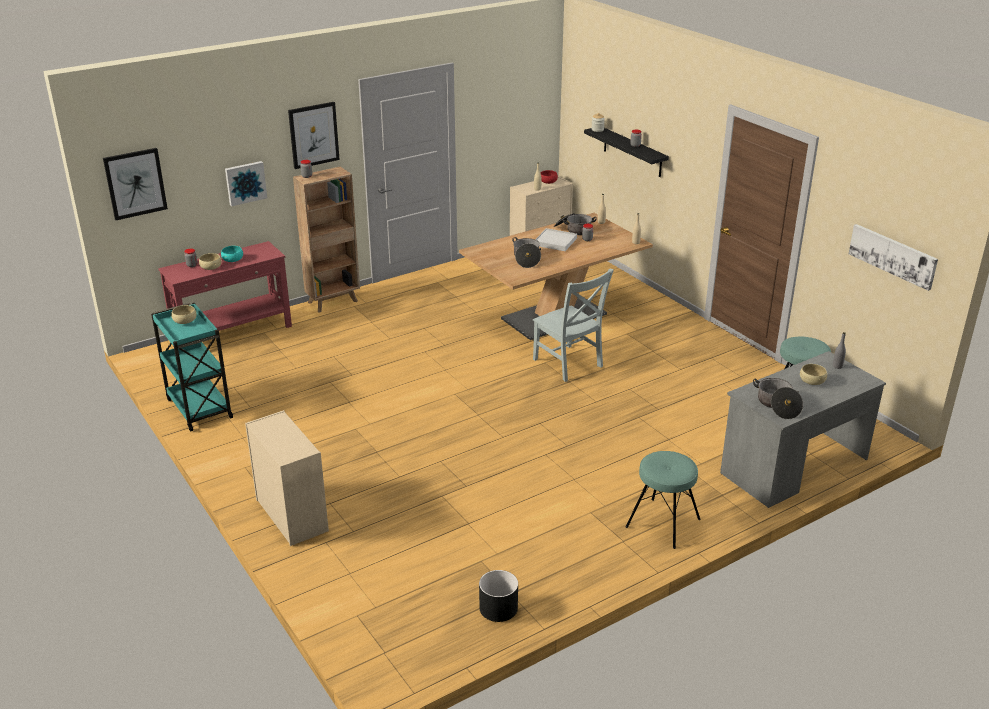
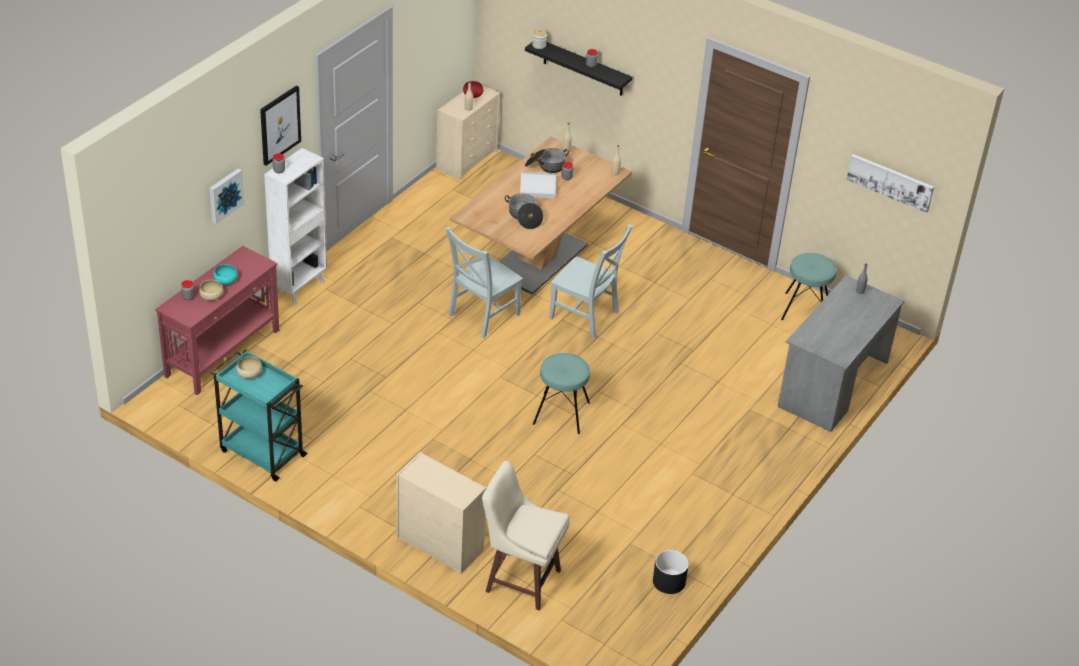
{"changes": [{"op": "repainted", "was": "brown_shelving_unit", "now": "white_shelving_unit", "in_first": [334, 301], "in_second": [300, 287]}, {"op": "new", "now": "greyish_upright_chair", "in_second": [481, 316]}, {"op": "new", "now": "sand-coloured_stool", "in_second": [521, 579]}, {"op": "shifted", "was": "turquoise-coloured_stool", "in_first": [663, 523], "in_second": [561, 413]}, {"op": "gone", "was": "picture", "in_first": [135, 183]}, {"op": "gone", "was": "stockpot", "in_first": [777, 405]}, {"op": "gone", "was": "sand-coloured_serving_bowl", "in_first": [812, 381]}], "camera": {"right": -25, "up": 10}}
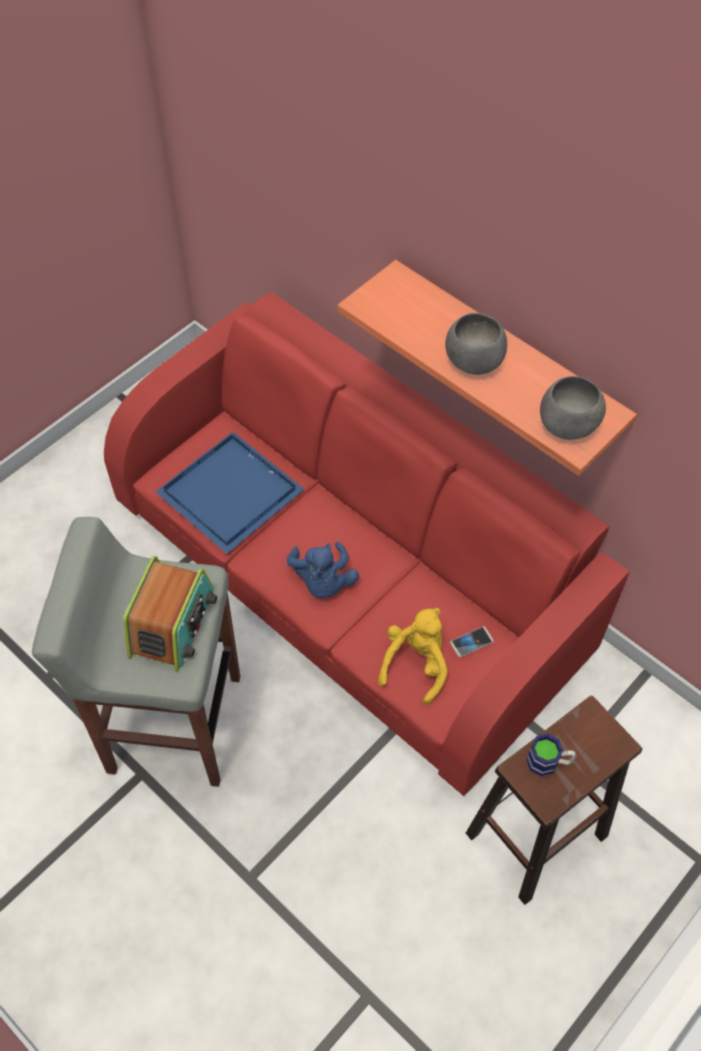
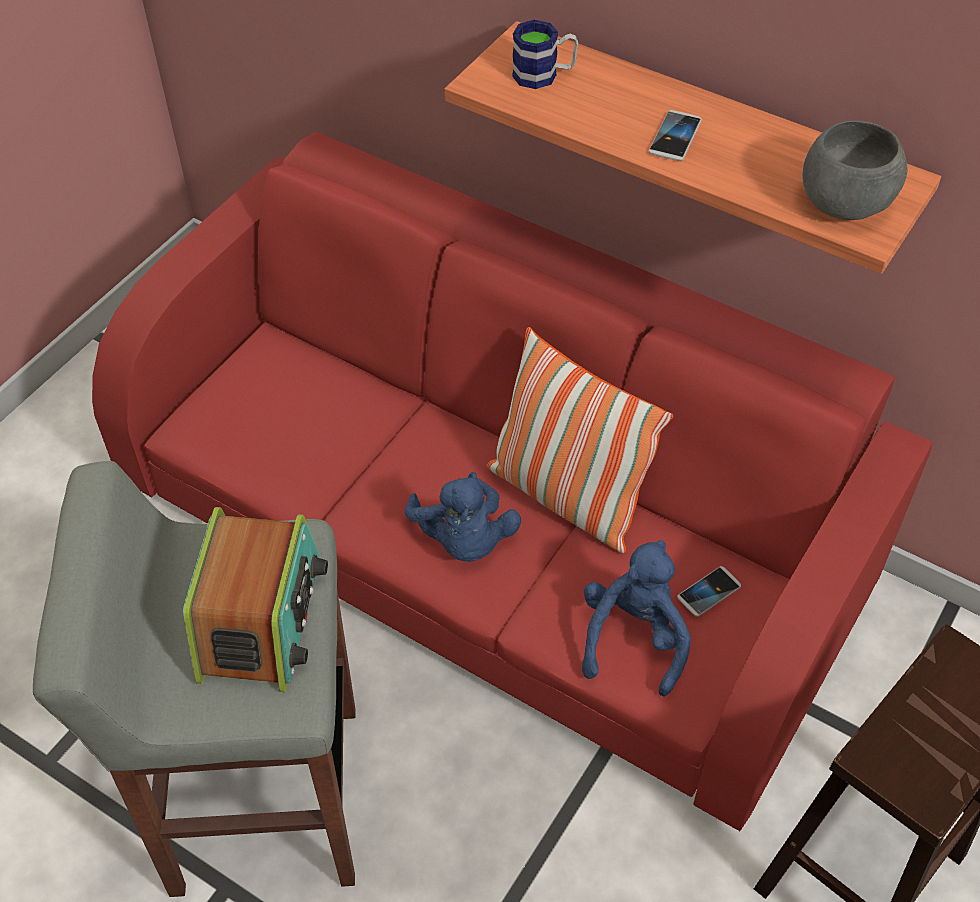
{"changes": [{"op": "new", "now": "pillow", "in_second": [567, 496]}, {"op": "shifted", "was": "mug", "in_first": [549, 762], "in_second": [544, 75]}, {"op": "repainted", "was": "yellow_plush_toy", "now": "blue-coloured_plush_toy", "in_first": [416, 664], "in_second": [634, 638]}, {"op": "swapped", "was": "greyish_serving_bowl", "now": "phone", "in_first": [474, 361], "in_second": [675, 137]}, {"op": "gone", "was": "blue-coloured_serving_tray", "in_first": [233, 493]}], "camera": {"right": -10, "up": -5}}
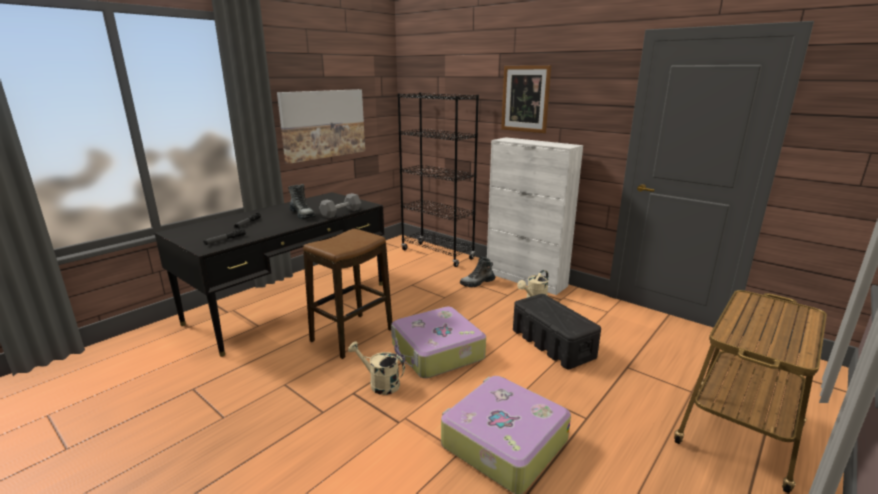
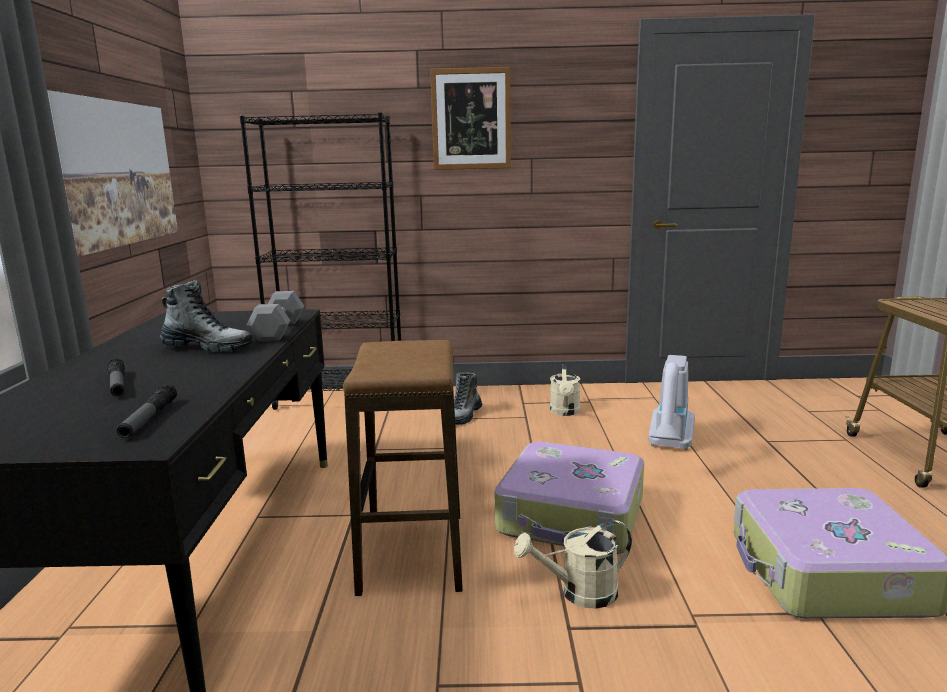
{"changes": [{"op": "swapped", "was": "black-coloured_storage_bin", "now": "vacuum_cleaner", "in_first": [553, 344], "in_second": [669, 448]}, {"op": "gone", "was": "white_cabinet", "in_first": [526, 279]}], "camera": {"right": -40, "up": -5}}
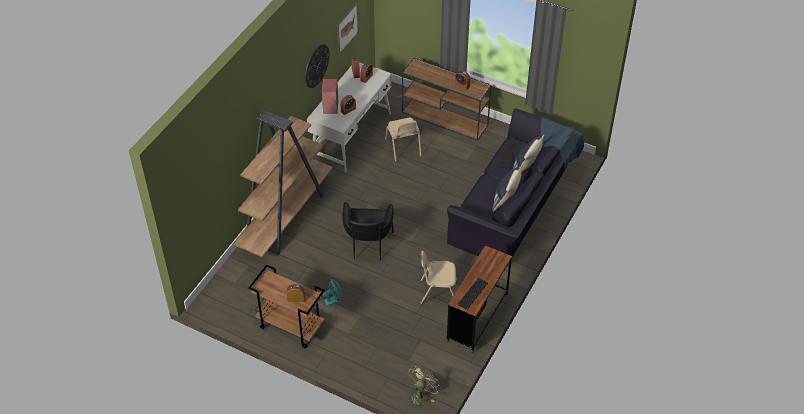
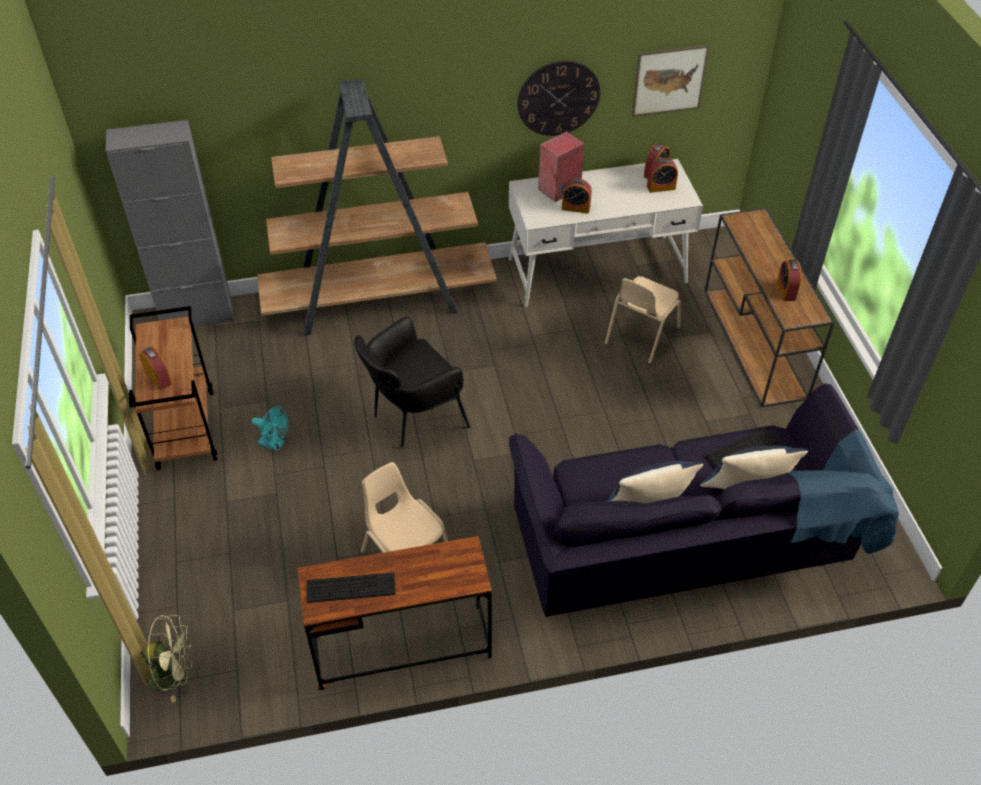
{"changes": [{"op": "new", "now": "greyish_cabinet", "in_second": [197, 316]}], "camera": {"right": 50, "up": 0}}
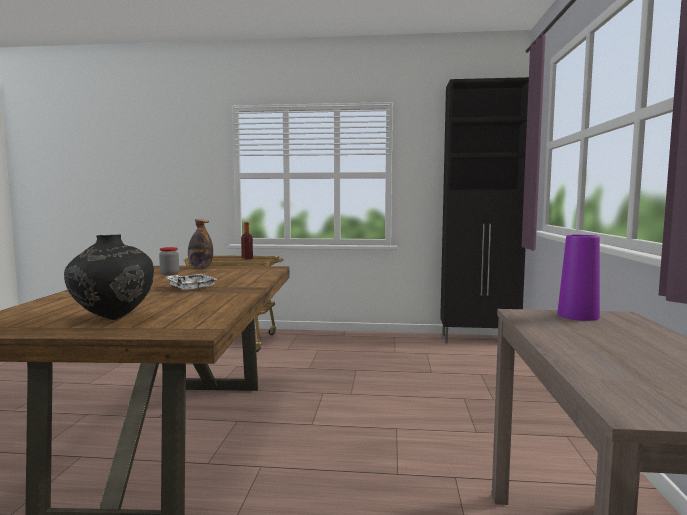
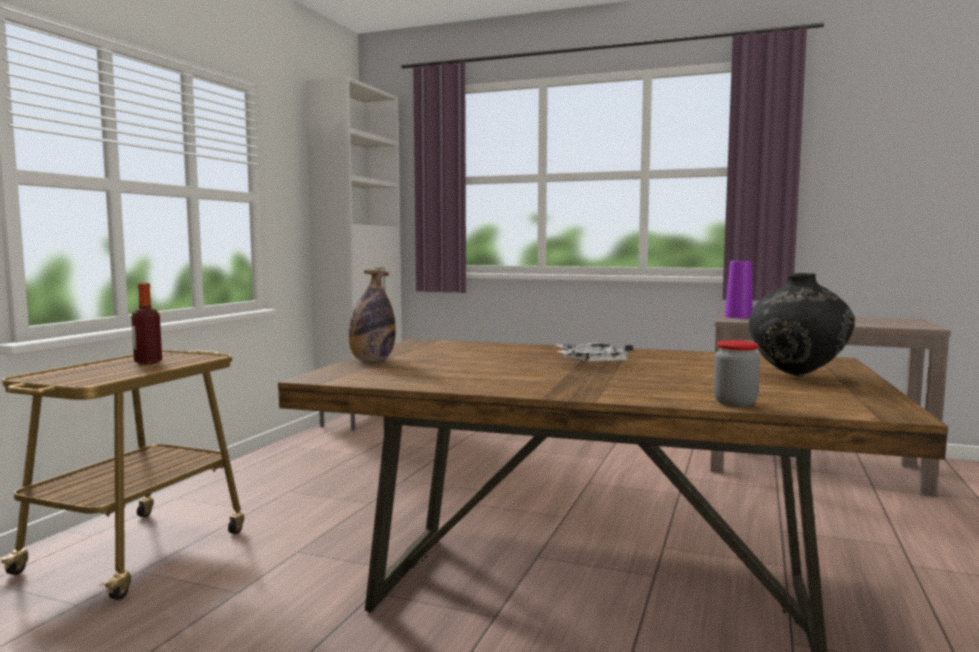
{"changes": [{"op": "repainted", "was": "black-coloured_cabinet", "now": "white_cabinet", "in_first": [480, 340], "in_second": [362, 417]}, {"op": "shifted", "was": "preserve_jar", "in_first": [169, 274], "in_second": [735, 403]}], "camera": {"right": -75, "up": 0}}
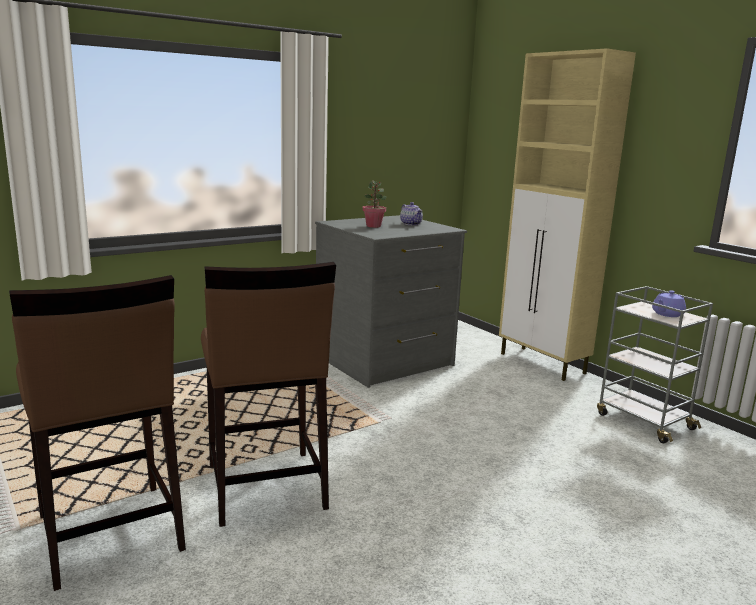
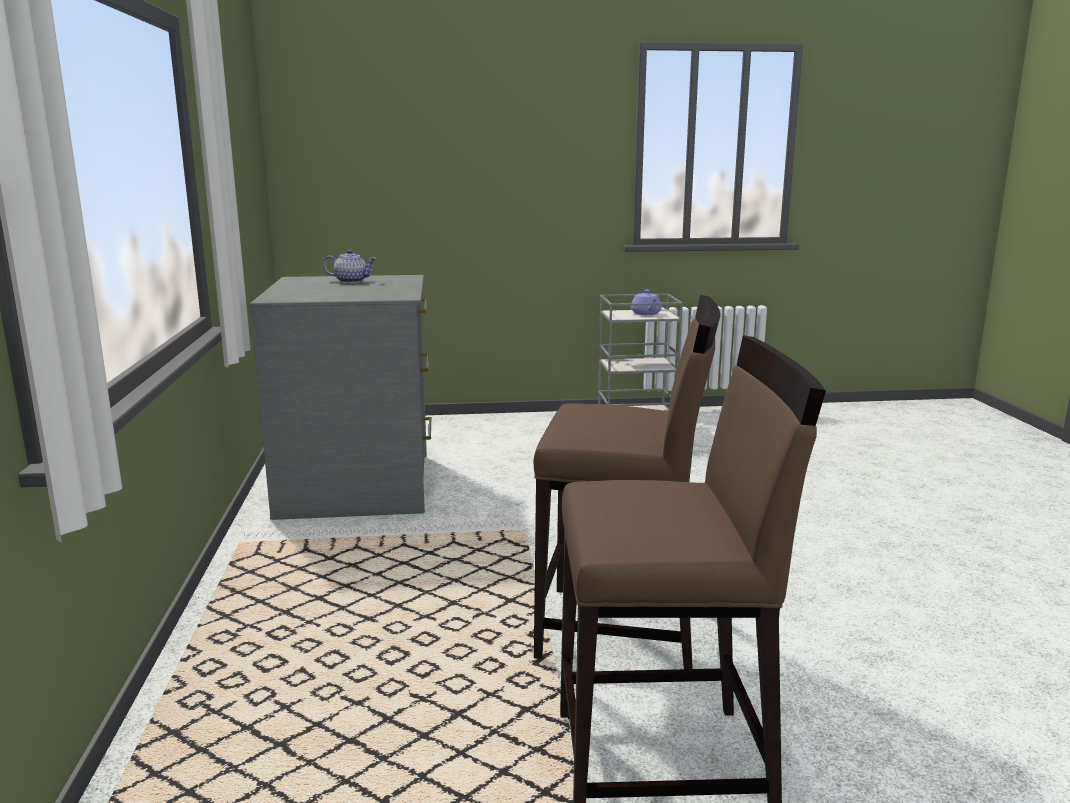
{"changes": [{"op": "gone", "was": "plant_in_a_pot", "in_first": [373, 226]}, {"op": "gone", "was": "sand-coloured_cabinet", "in_first": [543, 364]}], "camera": {"right": -60, "up": 0}}
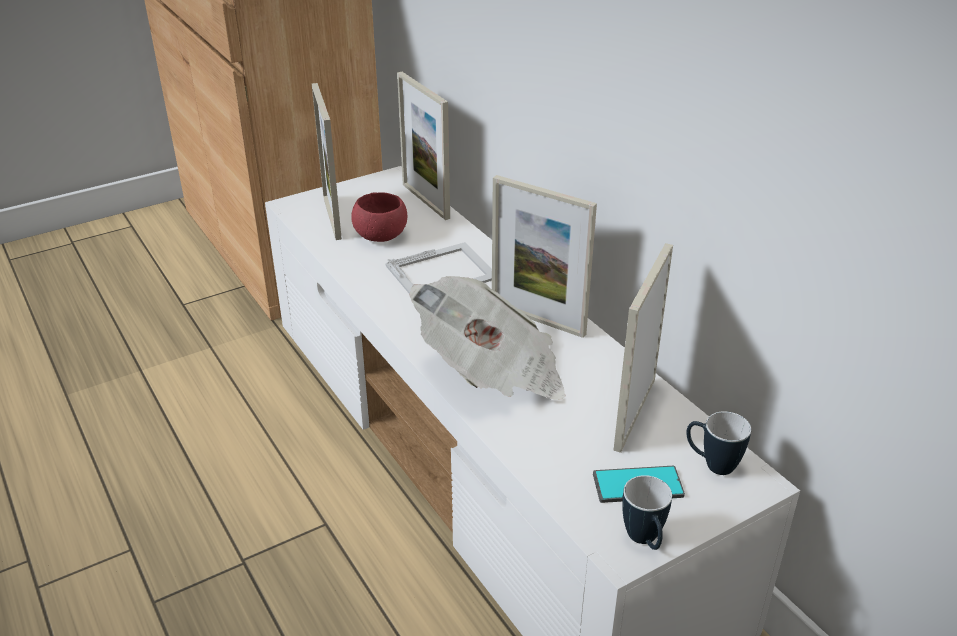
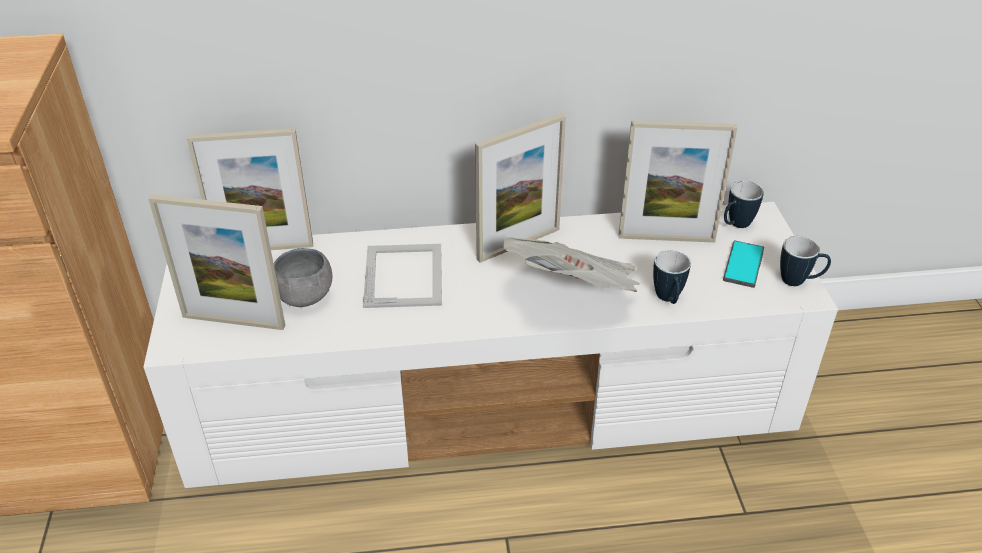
{"changes": [{"op": "repainted", "was": "red-coloured_serving_bowl", "now": "greyish_serving_bowl", "in_first": [381, 236], "in_second": [305, 296]}, {"op": "rotated", "was": "picture_frame", "in_first": [634, 414], "in_second": [666, 238], "clockwise": -45}, {"op": "new", "now": "mug", "in_second": [668, 300]}], "camera": {"right": -65, "up": 5}}
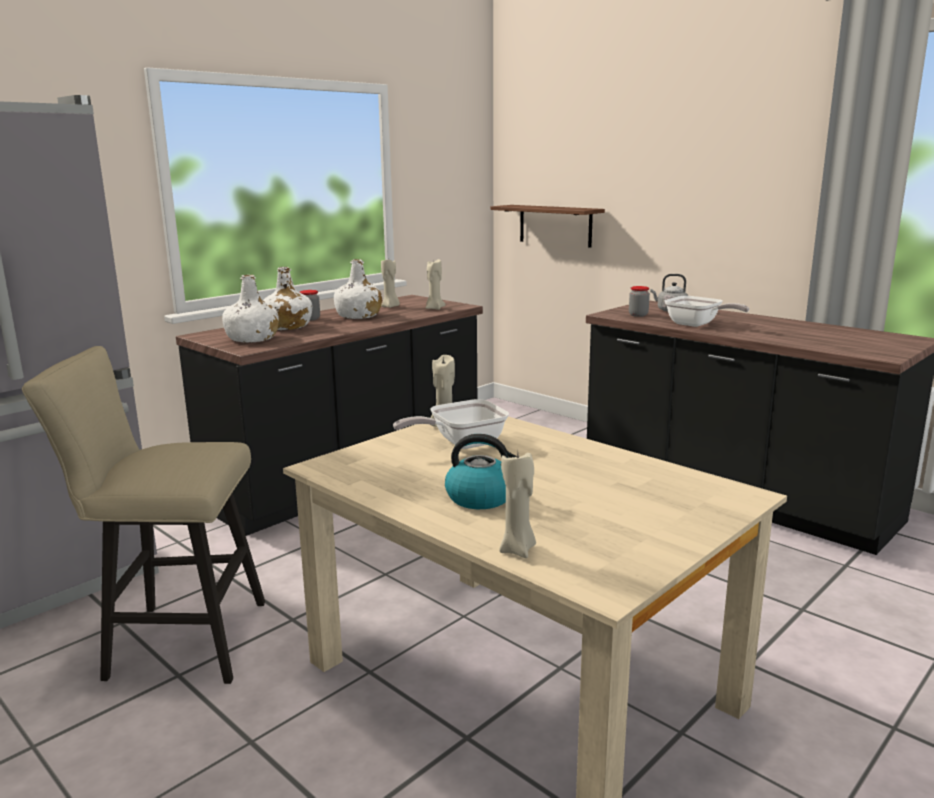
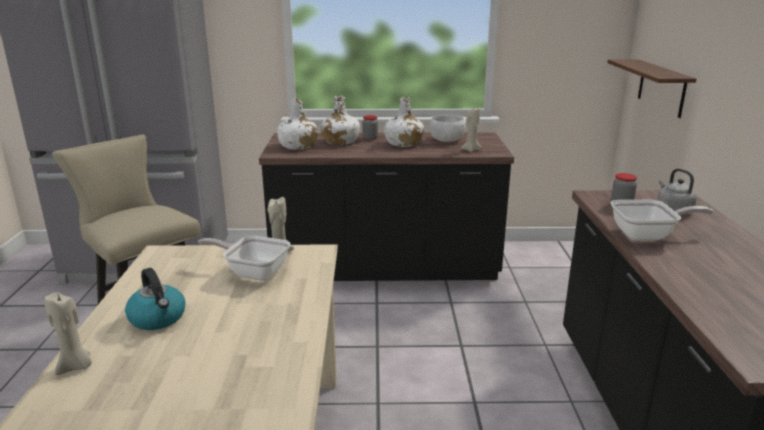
{"changes": [{"op": "swapped", "was": "sand-coloured_wax_candle", "now": "white_serving_bowl", "in_first": [390, 307], "in_second": [446, 140]}, {"op": "rotated", "was": "frying_pan", "in_first": [697, 325], "in_second": [648, 235], "clockwise": -90}], "camera": {"right": 45, "up": 5}}
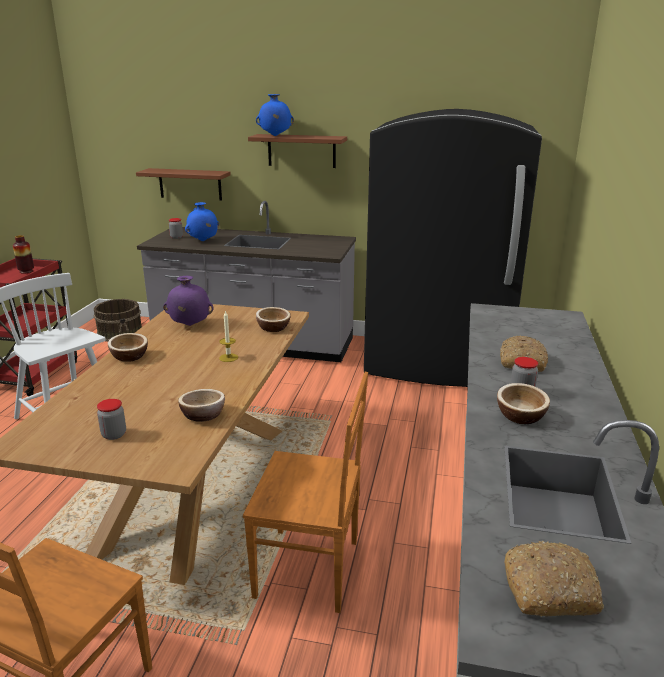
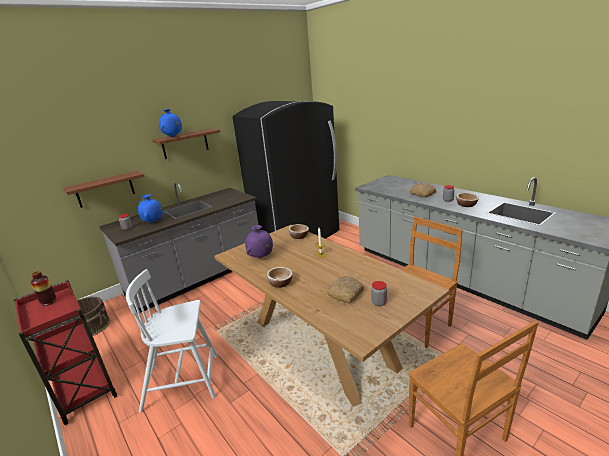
{"changes": [{"op": "shifted", "was": "baked_bread", "in_first": [551, 589], "in_second": [346, 293]}, {"op": "gone", "was": "serving_bowl", "in_first": [203, 415]}], "camera": {"right": -50, "up": 0}}
